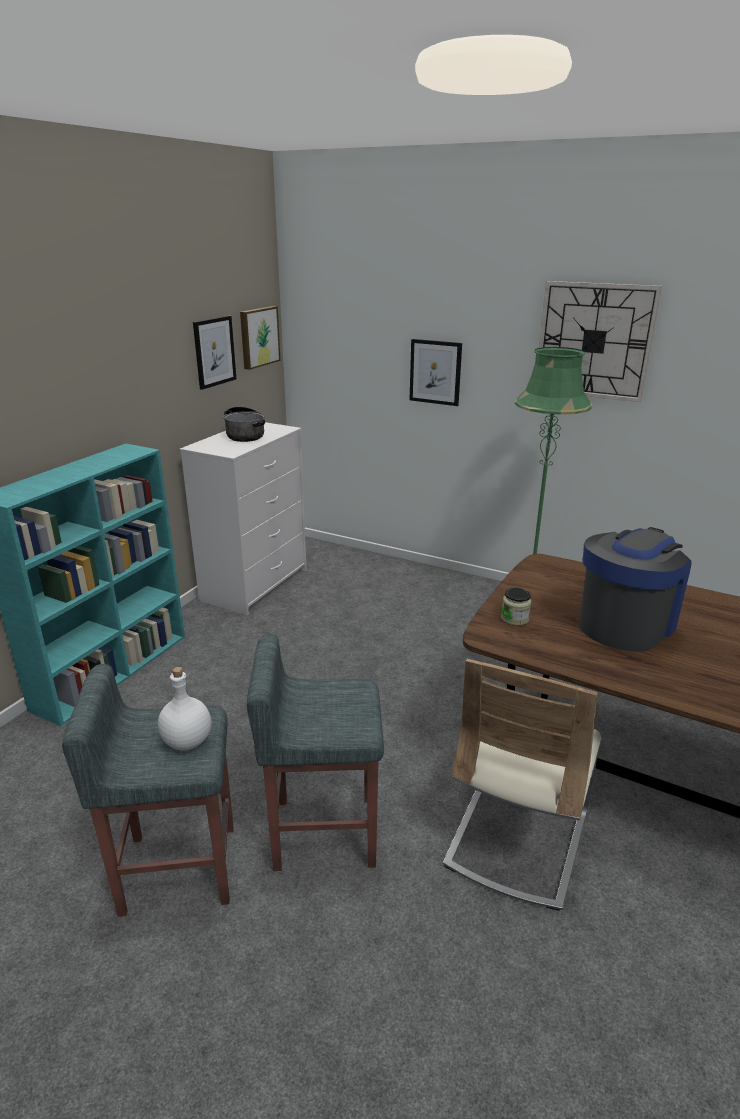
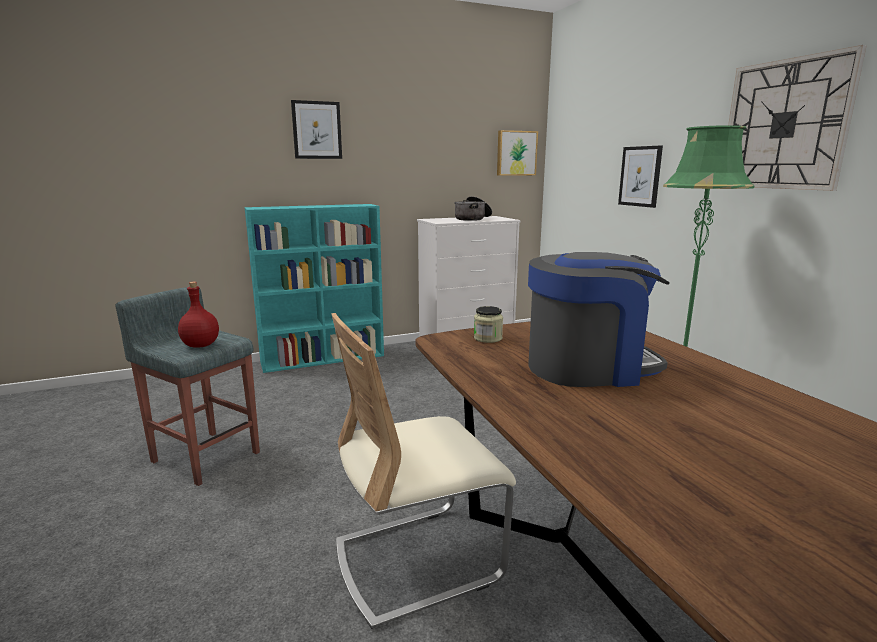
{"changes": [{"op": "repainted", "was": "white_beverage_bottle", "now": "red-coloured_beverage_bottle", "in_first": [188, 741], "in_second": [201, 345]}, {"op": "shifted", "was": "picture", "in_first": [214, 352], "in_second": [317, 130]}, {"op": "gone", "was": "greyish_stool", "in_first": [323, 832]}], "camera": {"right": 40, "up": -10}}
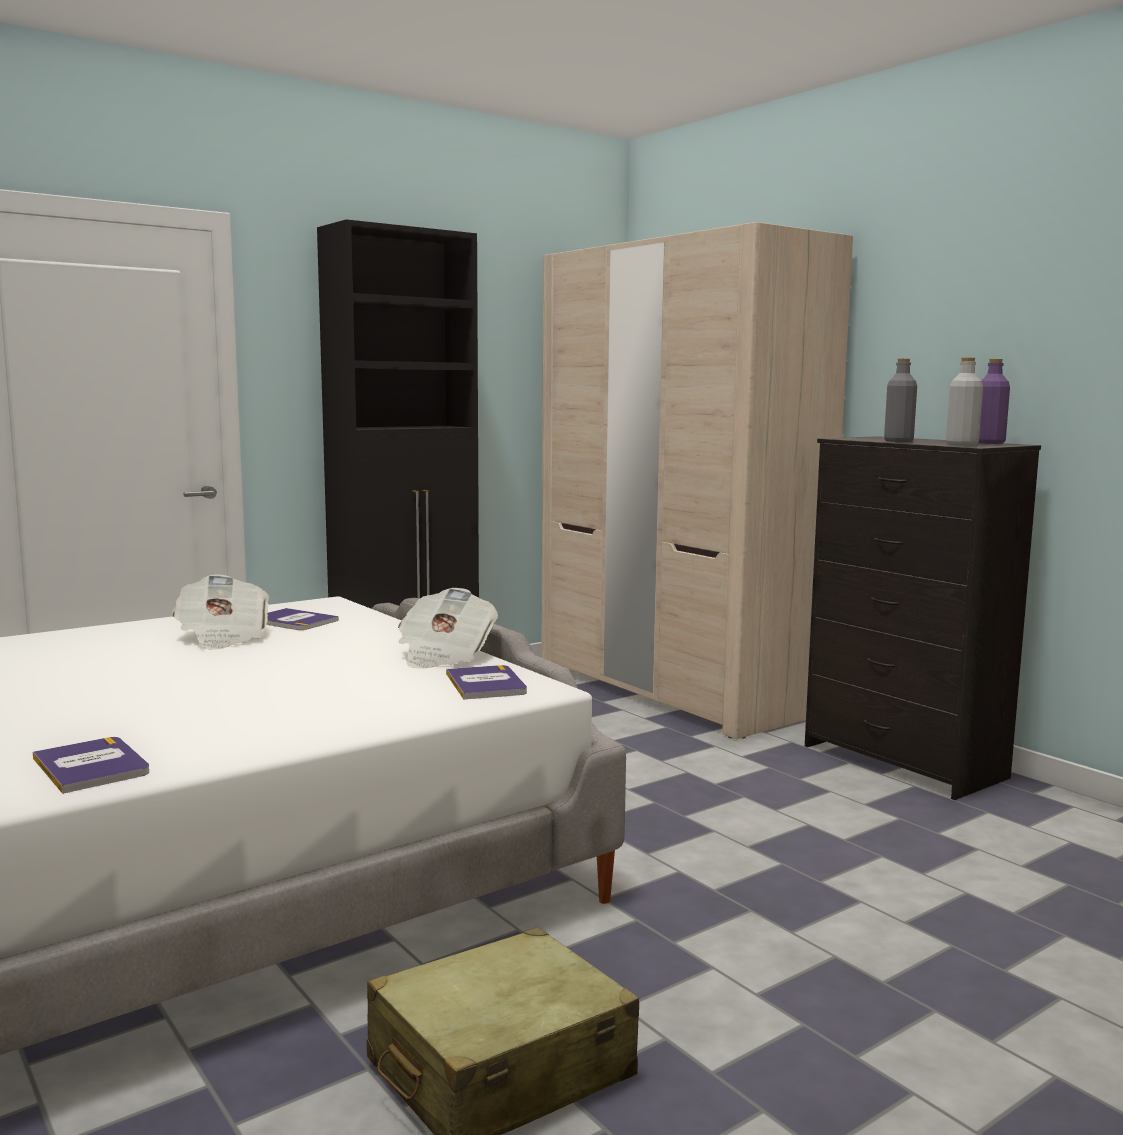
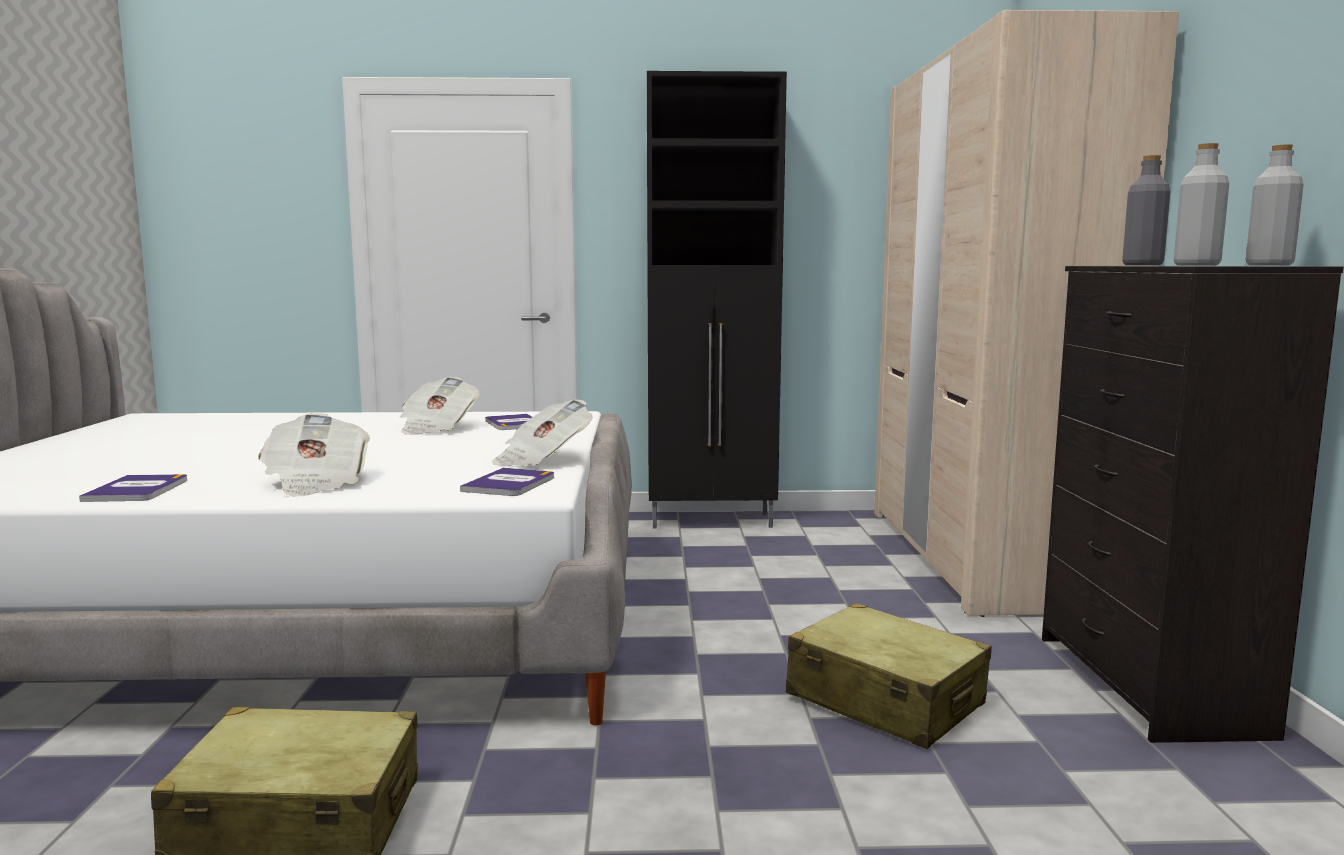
{"changes": [{"op": "new", "now": "newspaper", "in_second": [316, 483]}, {"op": "new", "now": "sand-coloured_travel_case", "in_second": [885, 700]}, {"op": "repainted", "was": "purple-coloured_beverage_bottle", "now": "greyish_beverage_bottle", "in_first": [989, 443], "in_second": [1269, 265]}], "camera": {"right": 35, "up": 0}}
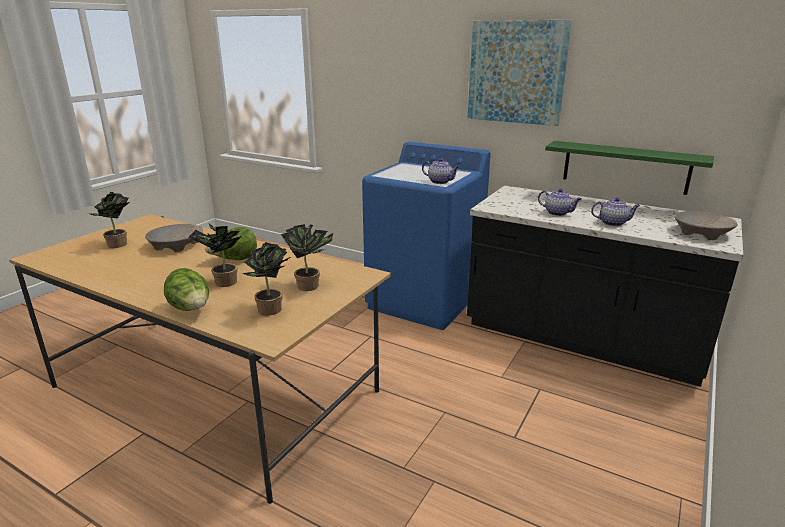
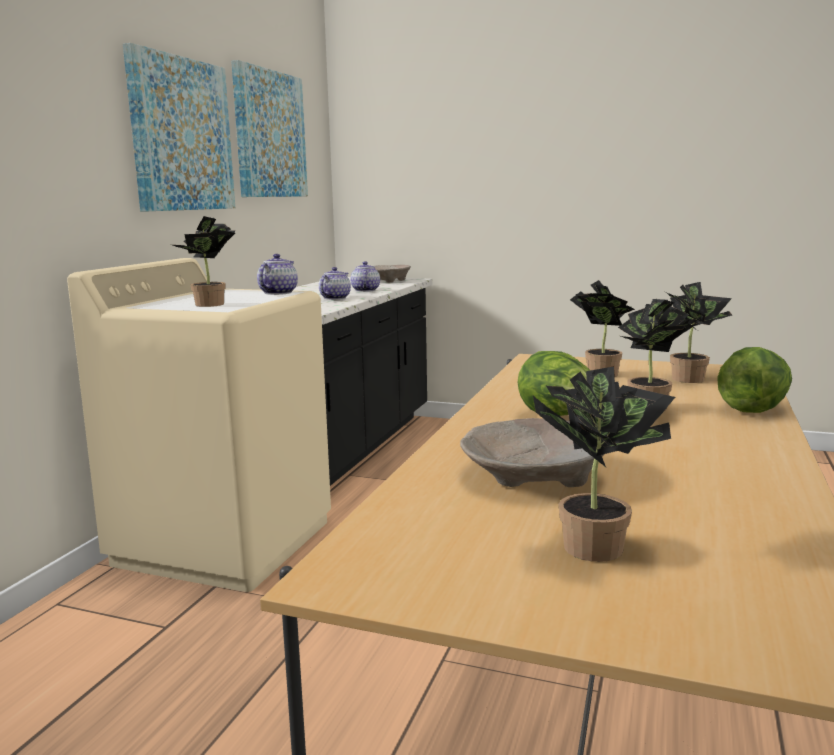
{"changes": [{"op": "repainted", "was": "blue-coloured_laundry_appliance", "now": "sand-coloured_laundry_appliance", "in_first": [424, 301], "in_second": [225, 541]}, {"op": "new", "now": "plant_in_a_pot", "in_second": [211, 305]}, {"op": "new", "now": "picture", "in_second": [269, 134]}, {"op": "gone", "was": "greenish_shelf", "in_first": [625, 167]}], "camera": {"right": -100, "up": -10}}
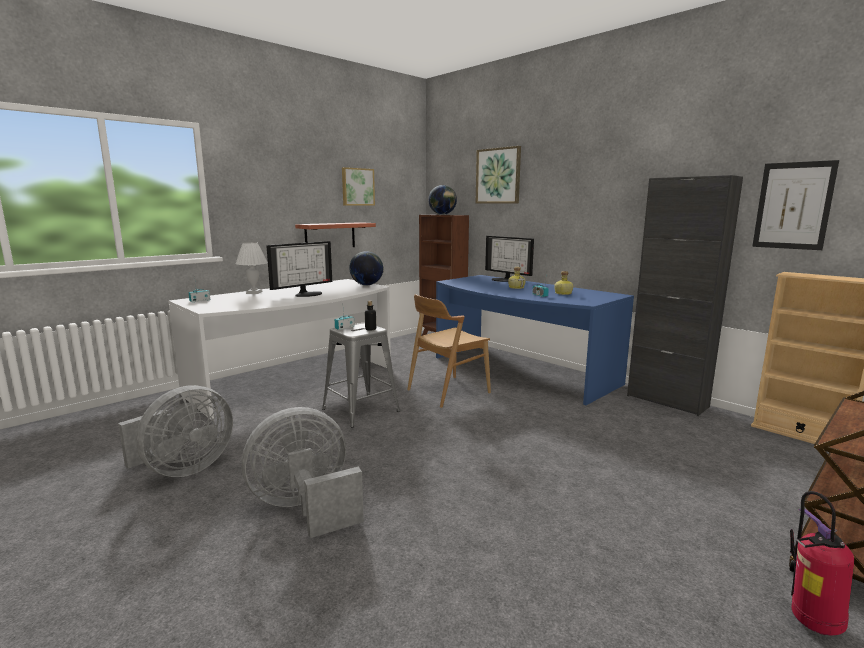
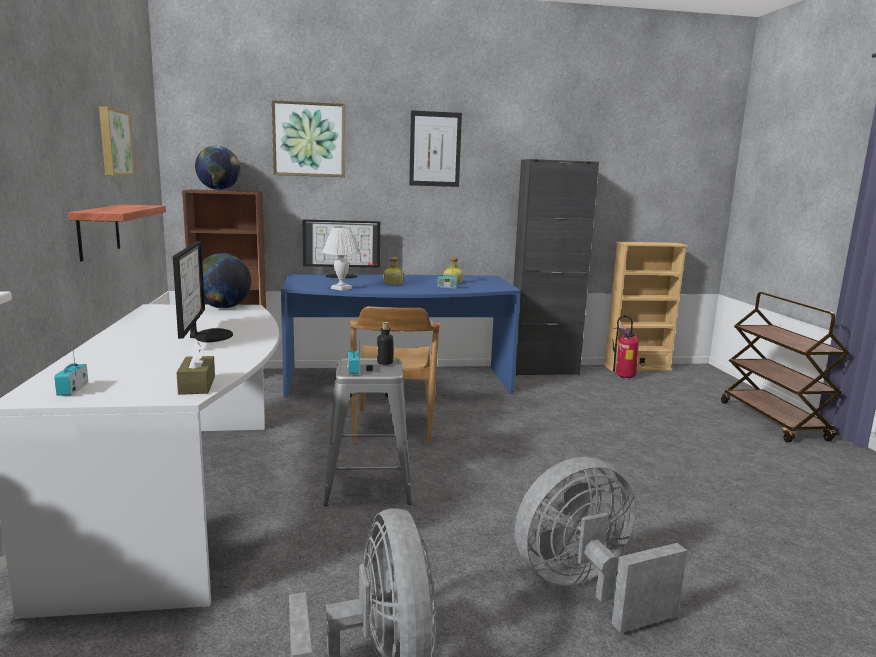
{"changes": [{"op": "new", "now": "brown_box_of_tissues", "in_second": [197, 385]}, {"op": "shifted", "was": "white_lamp_for_a_table", "in_first": [254, 292], "in_second": [342, 288]}, {"op": "shifted", "was": "picture", "in_first": [793, 206], "in_second": [435, 149]}, {"op": "rotated", "was": "greyish_electric_fan", "in_first": [306, 508], "in_second": [585, 589], "clockwise": 60}, {"op": "shifted", "was": "extinguisher", "in_first": [810, 622], "in_second": [624, 377]}], "camera": {"right": -55, "up": 0}}
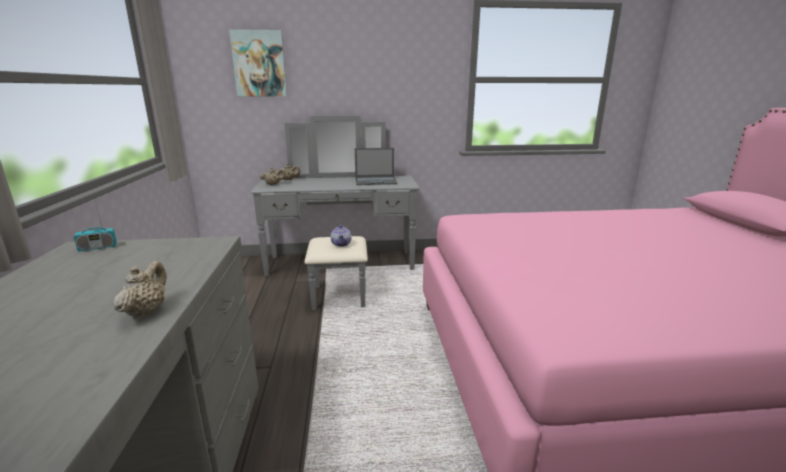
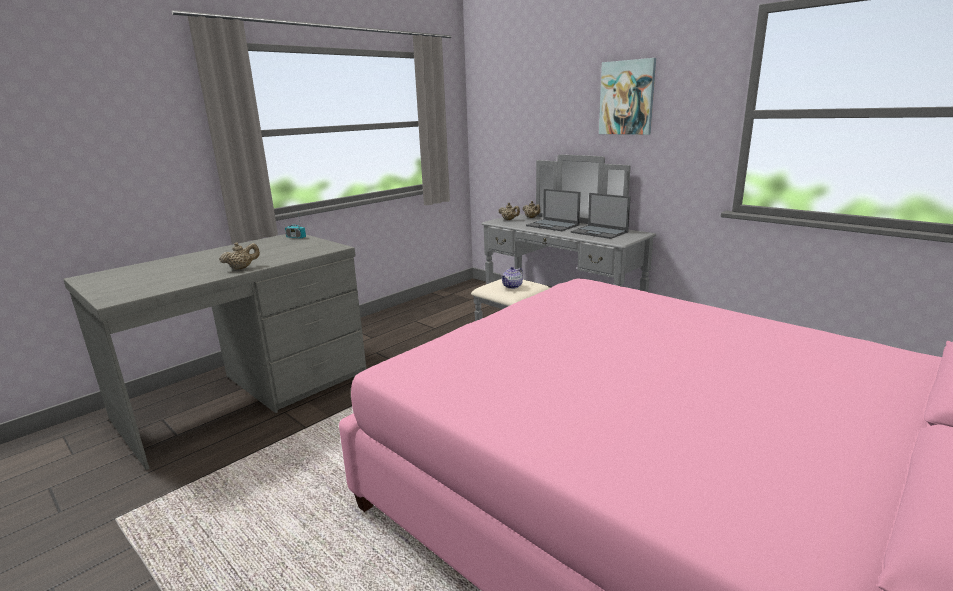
{"changes": [{"op": "new", "now": "portable_computer", "in_second": [553, 225]}, {"op": "shifted", "was": "picture", "in_first": [259, 64], "in_second": [627, 98]}], "camera": {"right": 50, "up": 0}}
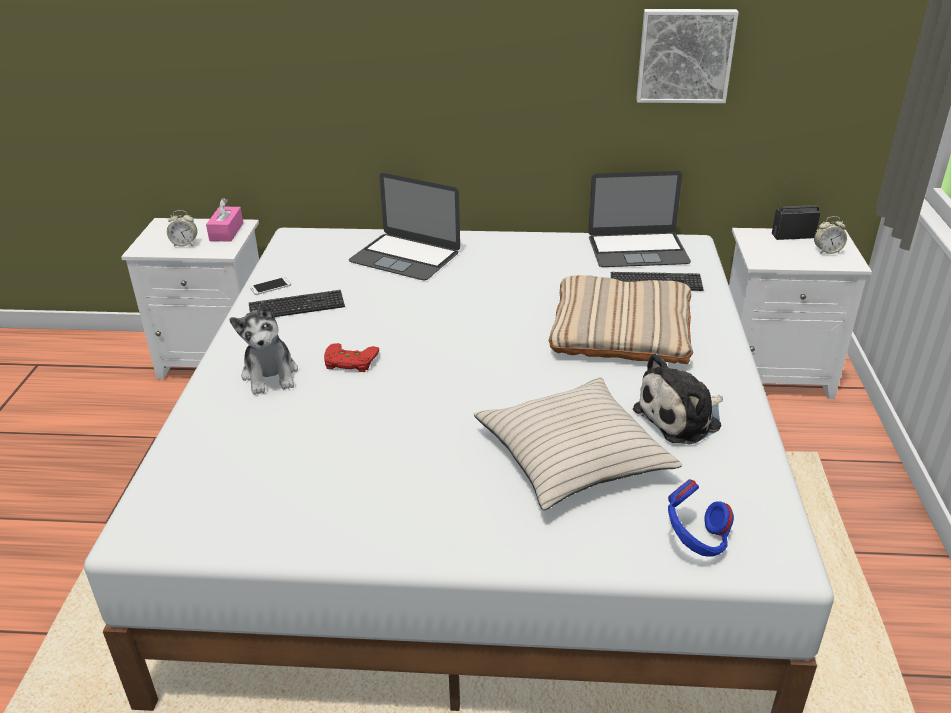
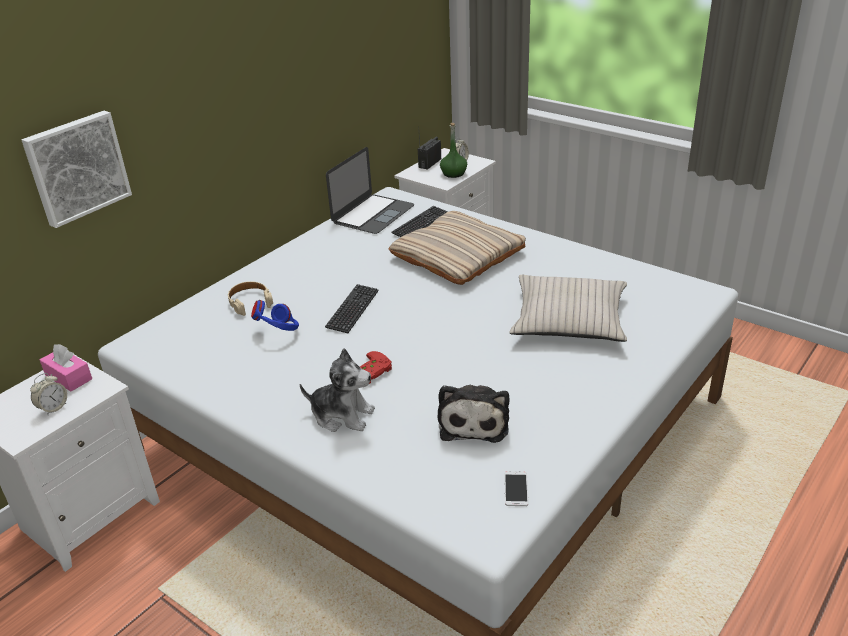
{"changes": [{"op": "shifted", "was": "picture", "in_first": [685, 55], "in_second": [76, 167]}, {"op": "swapped", "was": "portable_computer", "now": "sand-coloured_headset", "in_first": [405, 257], "in_second": [250, 302]}, {"op": "shifted", "was": "blue-coloured_headset", "in_first": [695, 540], "in_second": [279, 331]}, {"op": "shifted", "was": "computer_keyboard", "in_first": [297, 307], "in_second": [352, 310]}, {"op": "shifted", "was": "plush_toy", "in_first": [682, 418], "in_second": [474, 421]}, {"op": "new", "now": "greenish_beverage_bottle", "in_second": [453, 173]}, {"op": "shifted", "was": "phone", "in_first": [270, 286], "in_second": [516, 489]}], "camera": {"right": -55, "up": 0}}
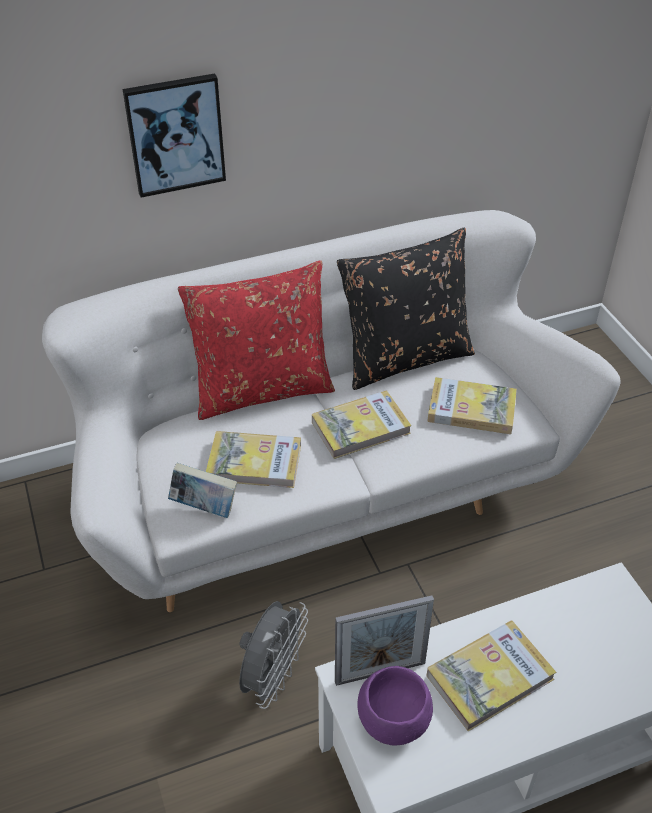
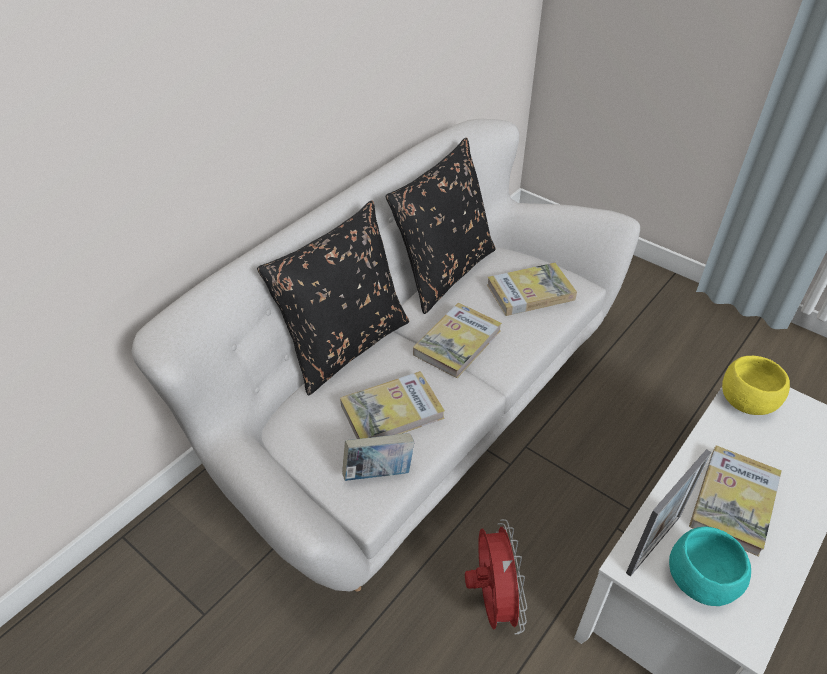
{"changes": [{"op": "repainted", "was": "red-coloured_pillow", "now": "black-coloured_pillow", "in_first": [262, 389], "in_second": [345, 345]}, {"op": "repainted", "was": "greyish_electric_fan", "now": "red-coloured_electric_fan", "in_first": [272, 677], "in_second": [492, 600]}, {"op": "repainted", "was": "purple-coloured_serving_bowl", "now": "turquoise-coloured_serving_bowl", "in_first": [394, 722], "in_second": [700, 582]}, {"op": "new", "now": "yellow_serving_bowl", "in_second": [746, 402]}, {"op": "gone", "was": "picture", "in_first": [175, 135]}], "camera": {"right": -30, "up": 0}}
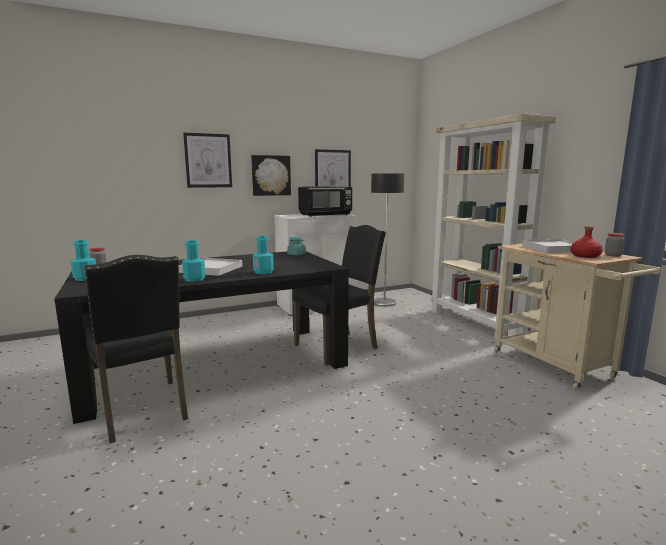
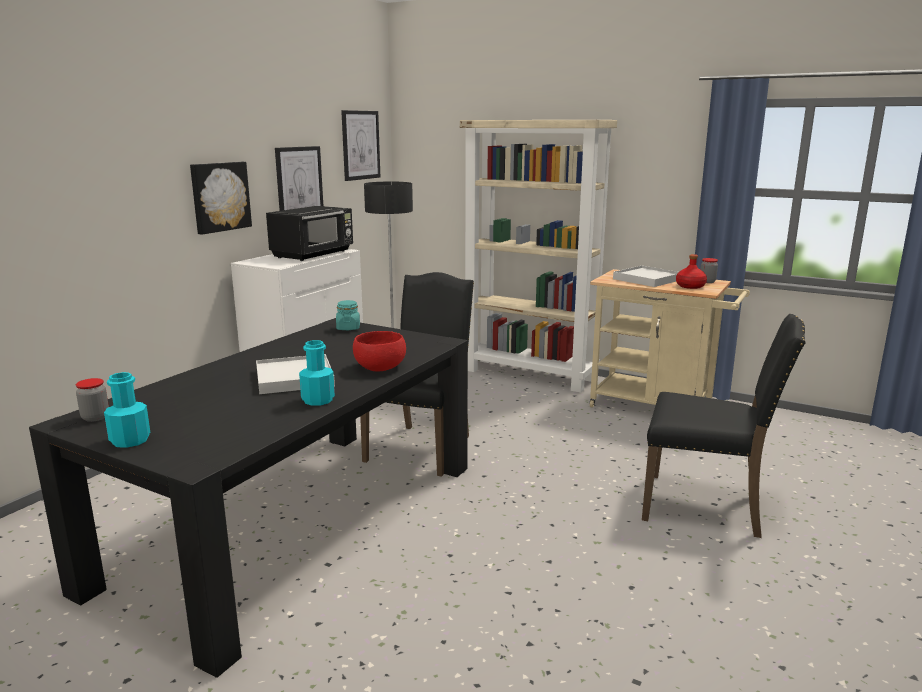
{"changes": [{"op": "shifted", "was": "picture", "in_first": [208, 160], "in_second": [360, 145]}, {"op": "swapped", "was": "turquoise-coloured_beverage_bottle", "now": "red-coloured_serving_bowl", "in_first": [263, 272], "in_second": [380, 367]}, {"op": "shifted", "was": "black-coloured_upright_chair", "in_first": [142, 410], "in_second": [706, 506]}], "camera": {"right": -35, "up": 5}}
